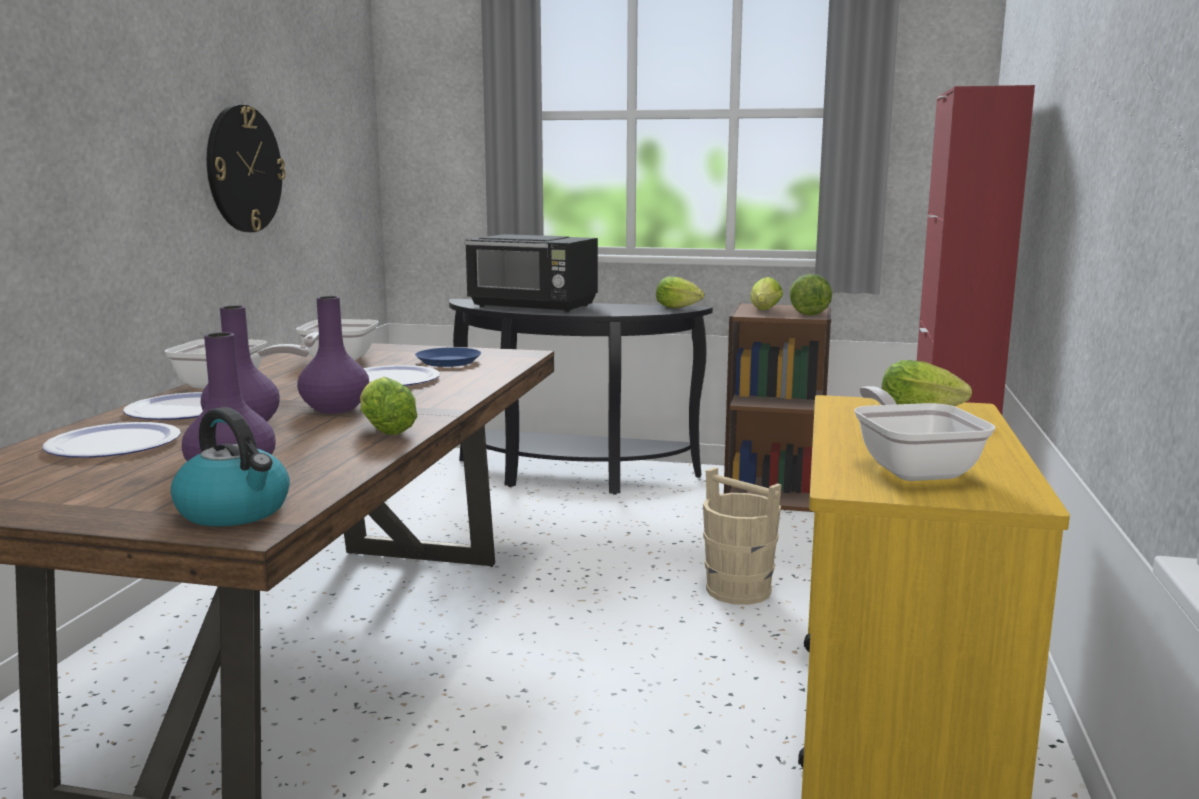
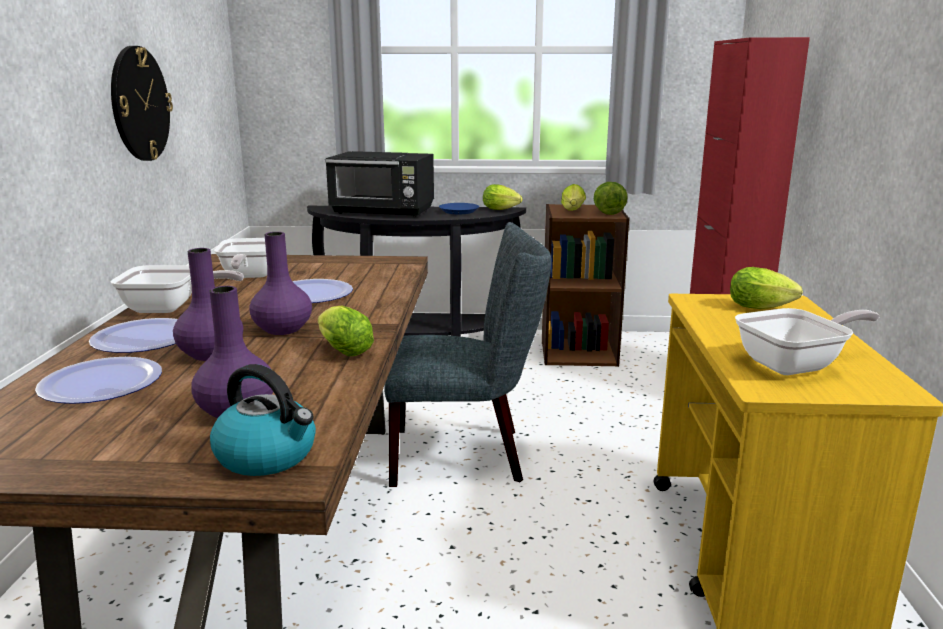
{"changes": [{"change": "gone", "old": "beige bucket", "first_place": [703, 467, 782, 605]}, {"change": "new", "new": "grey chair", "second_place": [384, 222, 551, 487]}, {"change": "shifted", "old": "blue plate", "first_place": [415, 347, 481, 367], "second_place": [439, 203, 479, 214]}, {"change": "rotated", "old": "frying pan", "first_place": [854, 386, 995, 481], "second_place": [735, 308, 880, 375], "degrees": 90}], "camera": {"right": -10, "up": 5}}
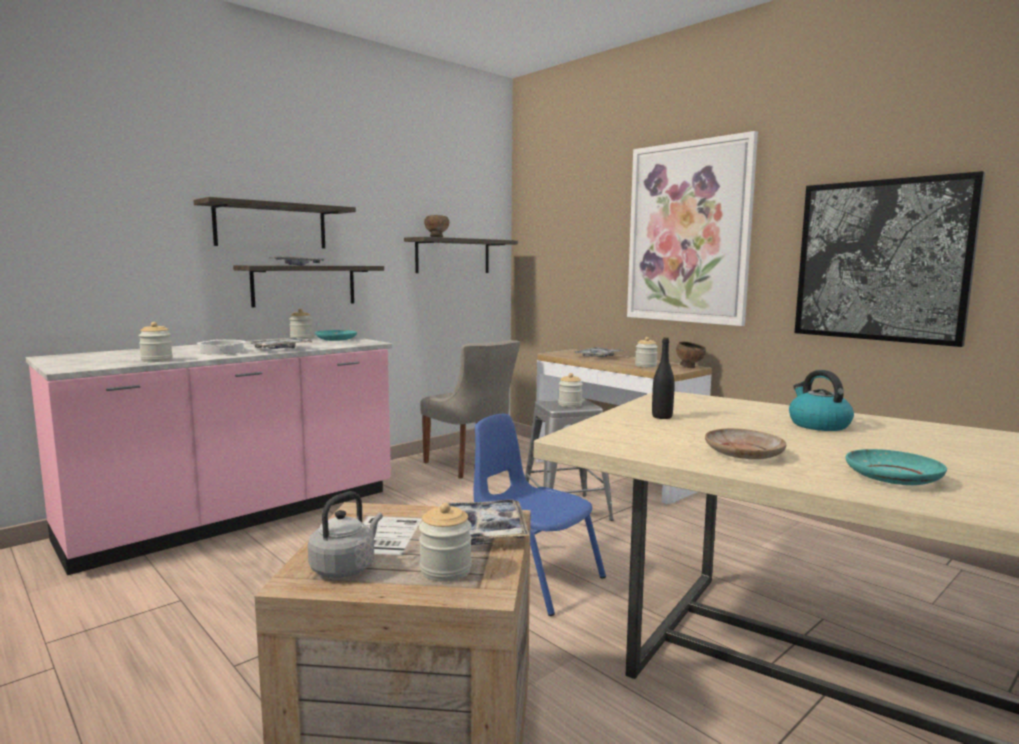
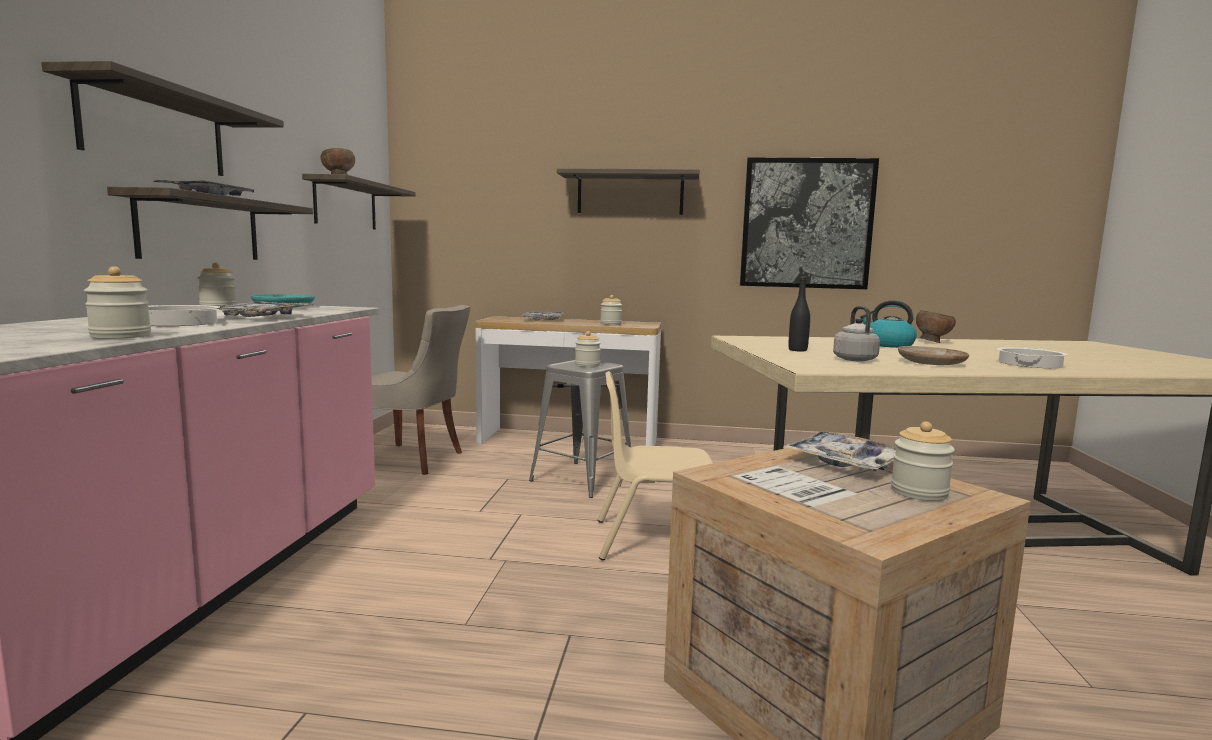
{"changes": [{"change": "shifted", "old": "grey kettle", "first_place": [308, 491, 383, 578], "second_place": [833, 306, 880, 361]}, {"change": "shifted", "old": "brown bowl", "first_place": [676, 342, 706, 368], "second_place": [916, 310, 956, 343]}, {"change": "swapped", "old": "picture", "new": "shelf", "first_place": [627, 131, 758, 326], "second_place": [557, 168, 700, 215]}, {"change": "swapped", "old": "turquoise plate", "new": "cooking pot", "first_place": [846, 449, 947, 485], "second_place": [997, 348, 1068, 368]}, {"change": "repainted", "old": "blue chair", "new": "beige chair", "first_place": [473, 414, 606, 616], "second_place": [598, 371, 713, 560]}], "camera": {"right": -40, "up": 0}}
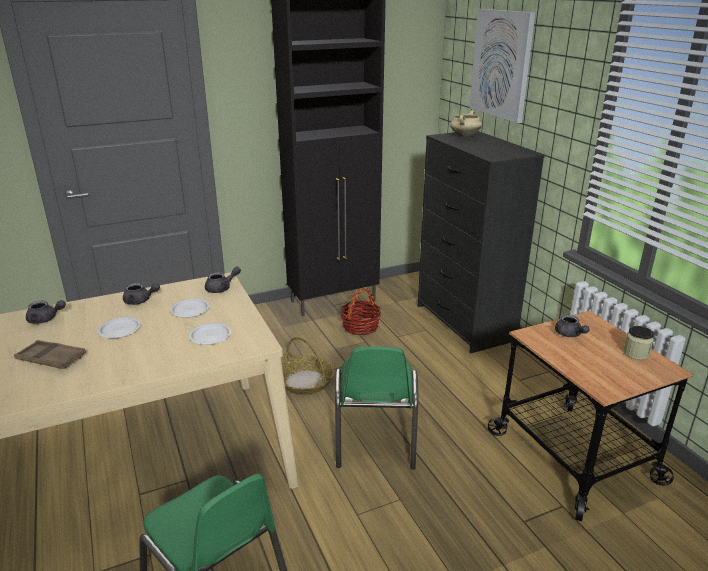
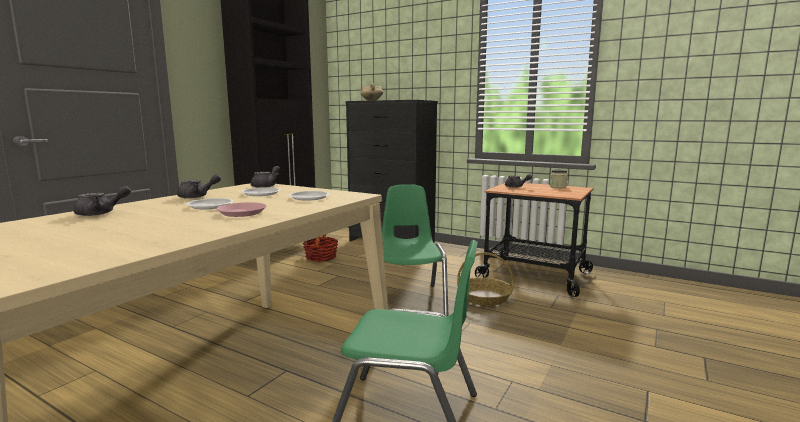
{"changes": [{"change": "gone", "old": "brown tray", "first_place": [14, 340, 86, 369]}, {"change": "gone", "old": "picture", "first_place": [470, 9, 535, 123]}, {"change": "new", "new": "pink plate", "second_place": [217, 202, 266, 217]}, {"change": "shifted", "old": "basket", "first_place": [282, 337, 335, 395], "second_place": [457, 252, 514, 306]}, {"change": "rotated", "old": "green chair", "first_place": [335, 346, 418, 469], "second_place": [382, 184, 448, 316], "degrees": -150}], "camera": {"right": -35, "up": -15}}
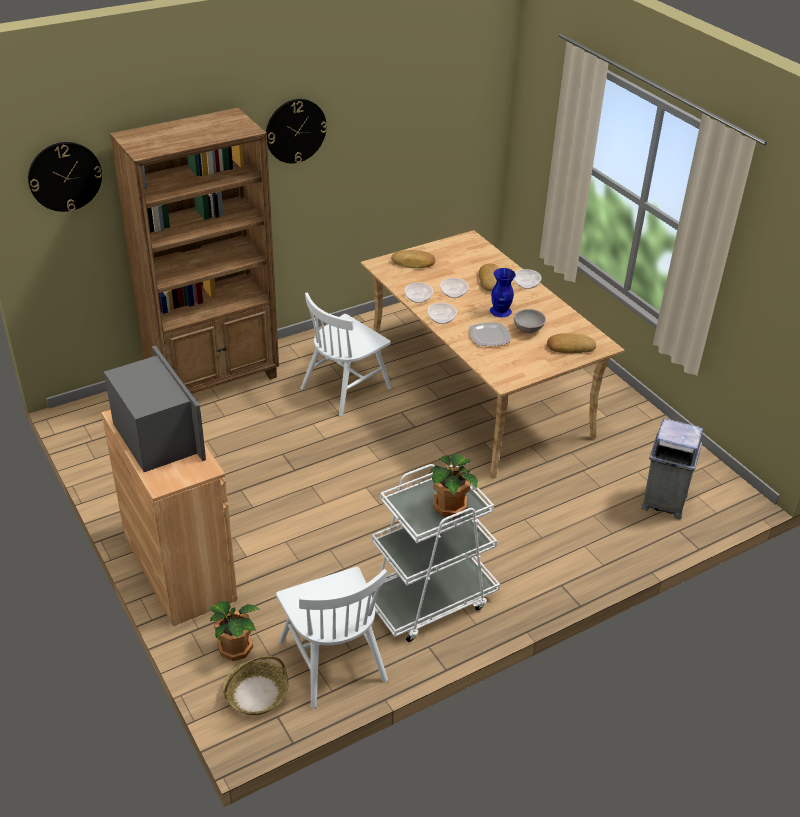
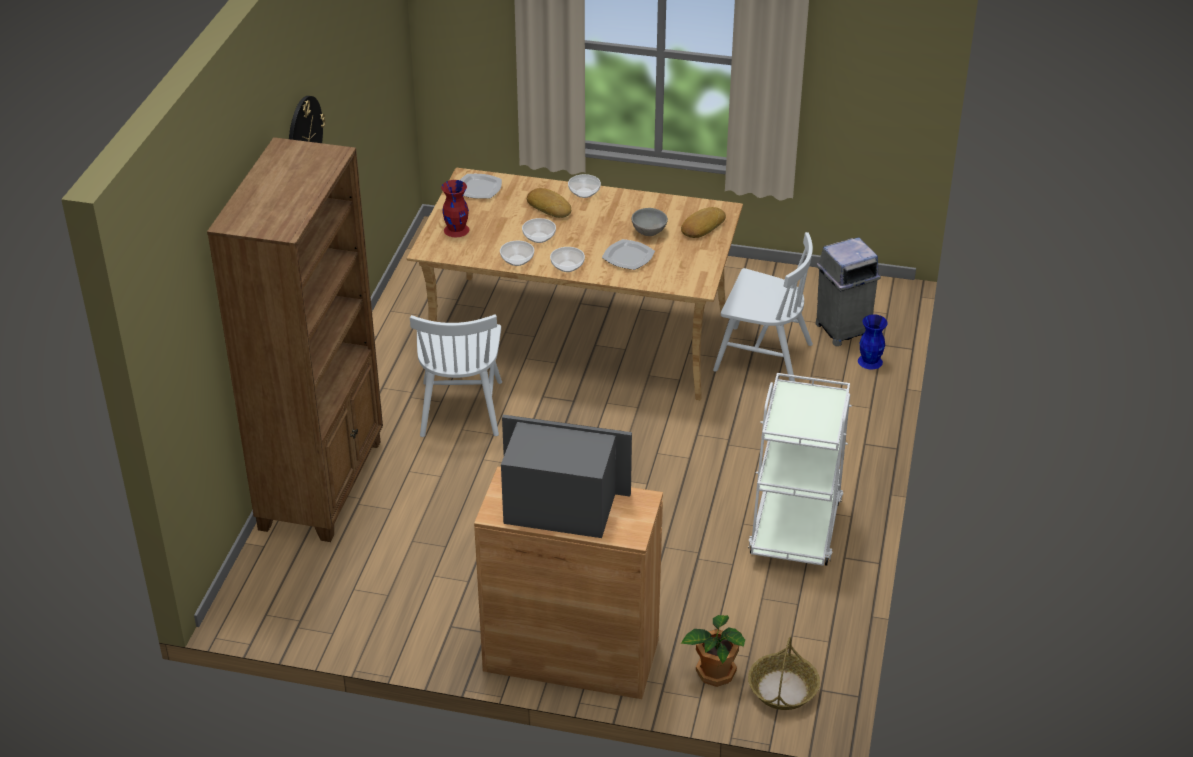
{"changes": [{"change": "gone", "old": "wall clock", "first_place": [28, 142, 102, 212]}, {"change": "gone", "old": "potted plant", "first_place": [429, 454, 478, 518]}, {"change": "new", "new": "plate", "second_place": [460, 174, 502, 199]}, {"change": "shifted", "old": "white chair", "first_place": [276, 567, 388, 708], "second_place": [713, 232, 813, 381]}, {"change": "shifted", "old": "blue vase", "first_place": [490, 268, 516, 317], "second_place": [858, 314, 888, 369]}, {"change": "swapped", "old": "bread", "new": "red vase", "first_place": [391, 250, 436, 268], "second_place": [441, 180, 469, 237]}], "camera": {"right": -45, "up": 0}}
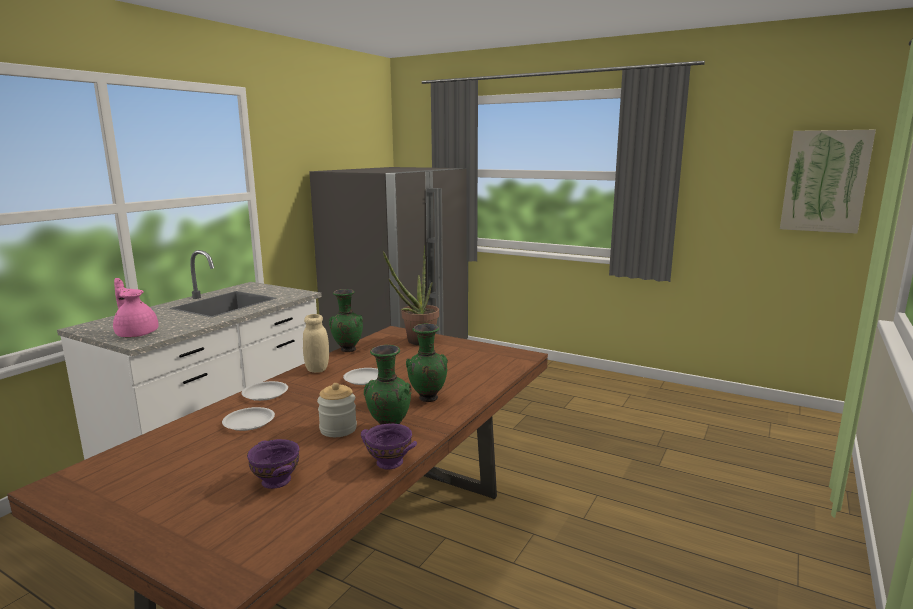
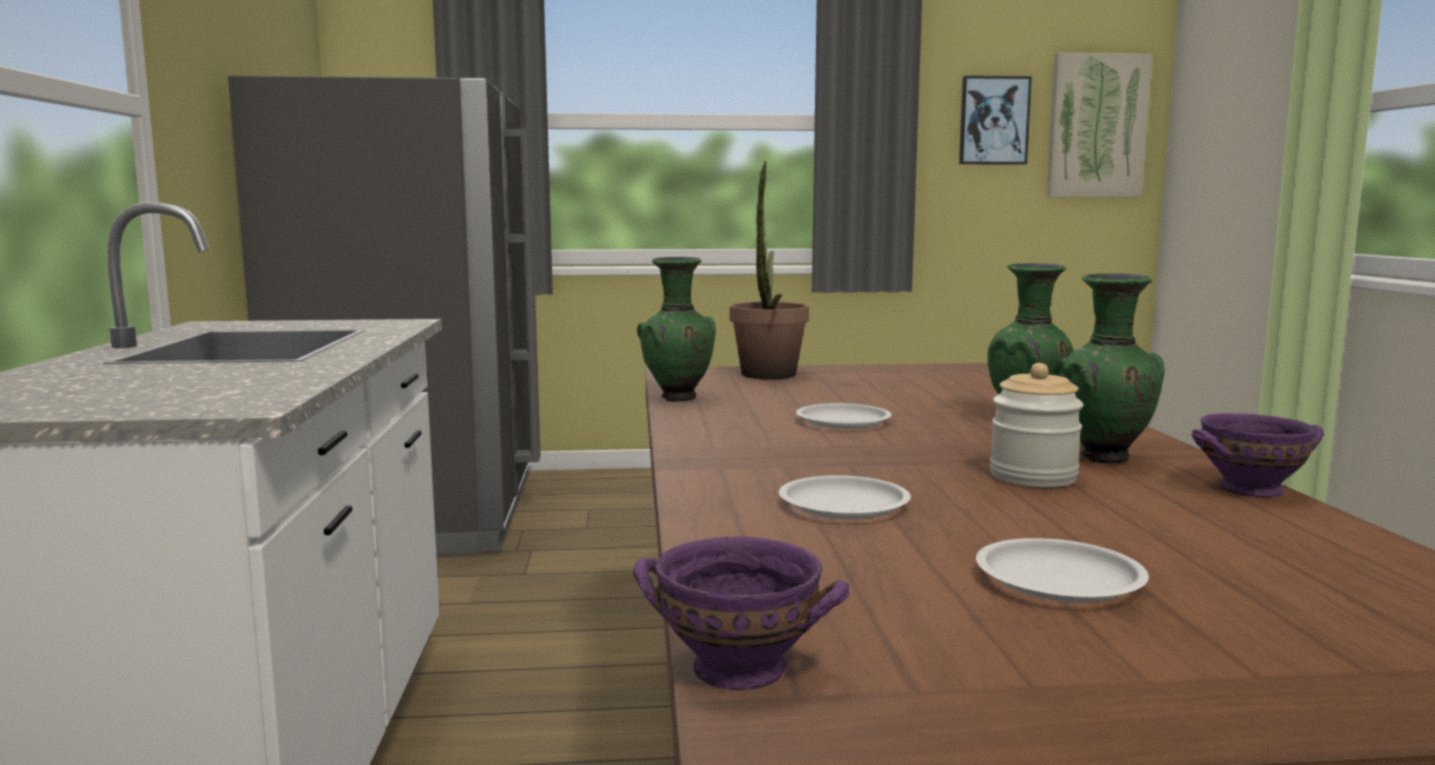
{"changes": [{"change": "gone", "old": "pink teapot", "first_place": [113, 278, 159, 337]}, {"change": "gone", "old": "beige jar", "first_place": [303, 314, 329, 373]}, {"change": "new", "new": "picture", "second_place": [959, 76, 1032, 165]}, {"change": "shifted", "old": "white plate", "first_place": [241, 381, 288, 401], "second_place": [976, 538, 1149, 603]}, {"change": "shifted", "old": "purple bowl", "first_place": [247, 439, 299, 489], "second_place": [633, 537, 849, 690]}], "camera": {"right": -35, "up": -5}}
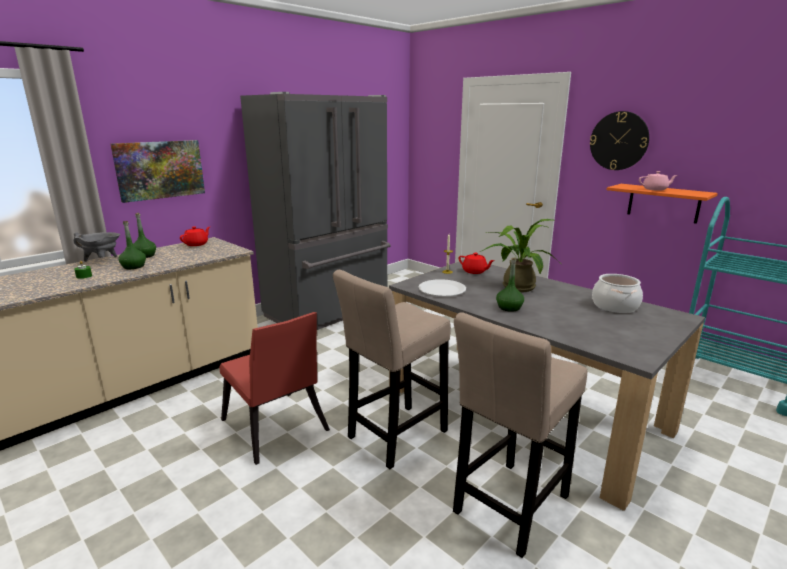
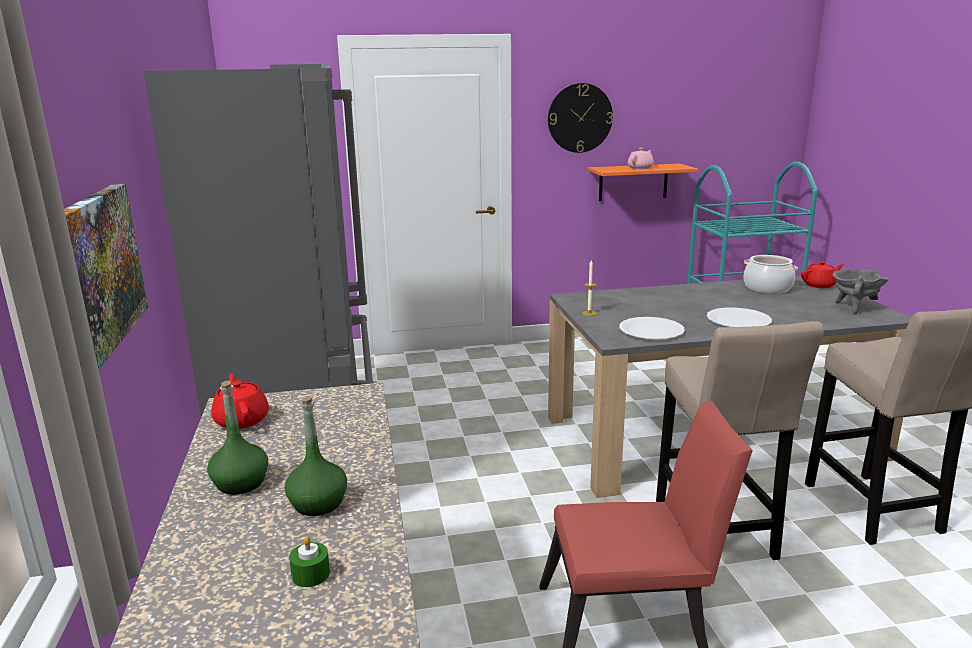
{"changes": [{"change": "gone", "old": "potted plant", "first_place": [480, 219, 560, 292]}, {"change": "shifted", "old": "grey cooking pot", "first_place": [73, 232, 120, 262], "second_place": [832, 269, 889, 315]}, {"change": "shifted", "old": "red teapot", "first_place": [459, 253, 495, 274], "second_place": [801, 261, 844, 288]}, {"change": "swapped", "old": "green bottle", "new": "white plate", "first_place": [496, 258, 524, 312], "second_place": [707, 307, 772, 327]}], "camera": {"right": -55, "up": 0}}
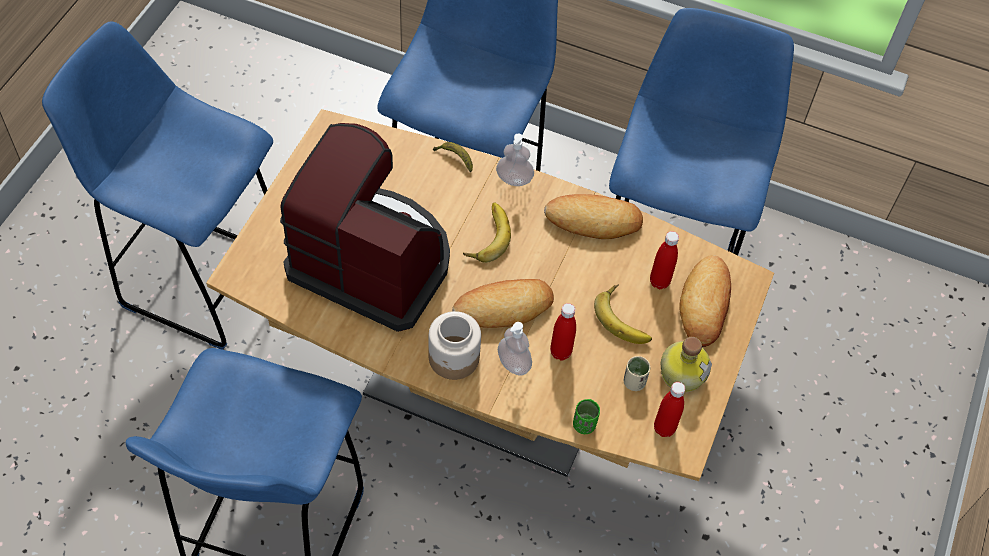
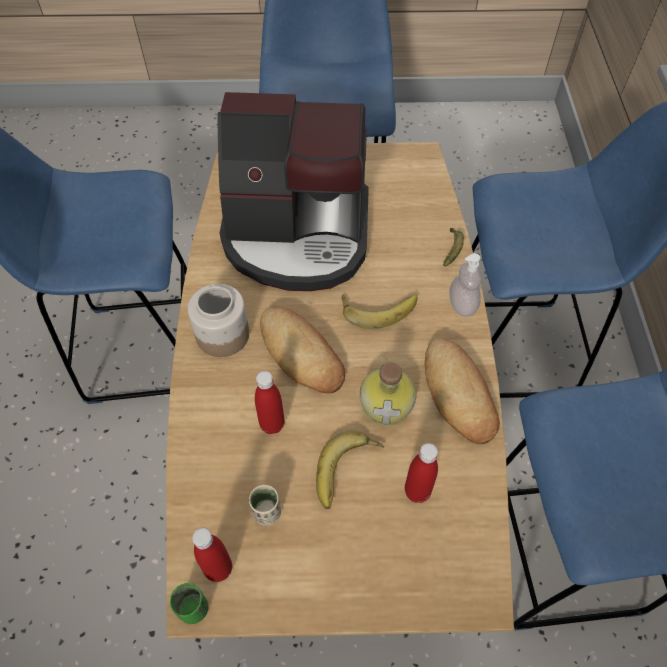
{"changes": [{"change": "gone", "old": "soap dispenser", "first_place": [498, 322, 532, 376]}, {"change": "gone", "old": "bread", "first_place": [679, 255, 731, 347]}, {"change": "shifted", "old": "green cup", "first_place": [573, 399, 600, 434], "second_place": [170, 583, 208, 624]}, {"change": "shifted", "old": "bottle", "first_place": [661, 337, 712, 392], "second_place": [360, 362, 416, 426]}, {"change": "rotated", "old": "coffee machine", "first_place": [280, 123, 450, 332], "second_place": [217, 92, 369, 291], "degrees": 90}], "camera": {"right": 70, "up": 0}}
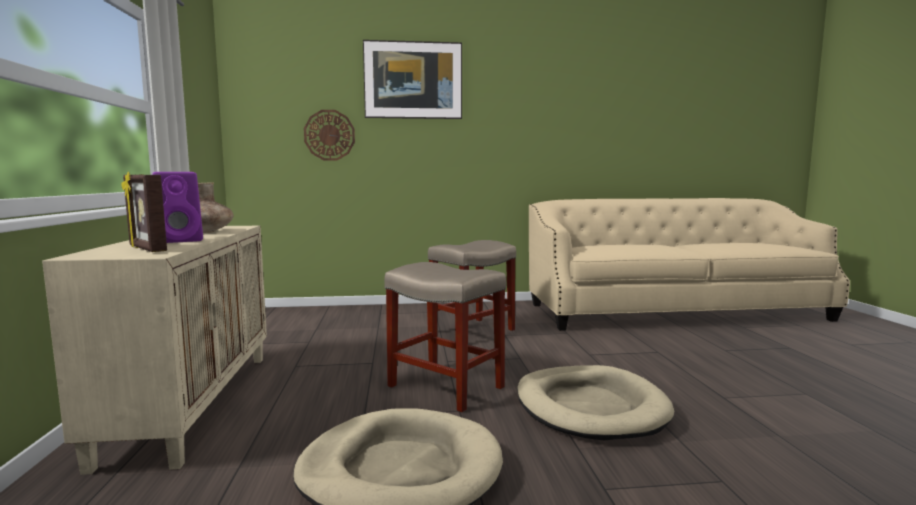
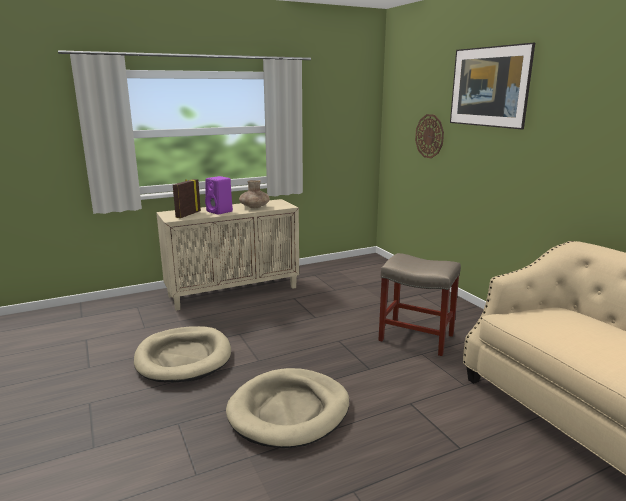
{"changes": [{"change": "gone", "old": "beige stool", "first_place": [384, 262, 506, 412]}], "camera": {"right": 70, "up": 10}}
